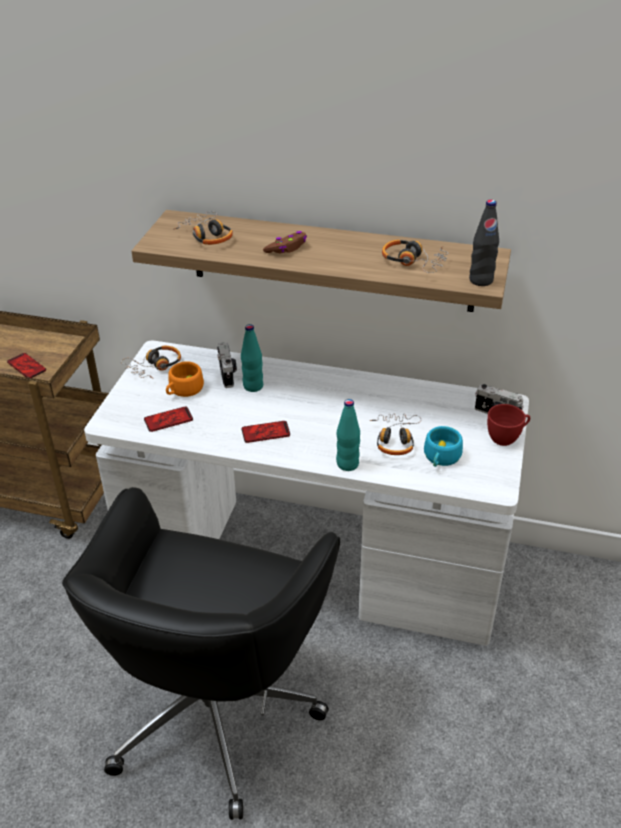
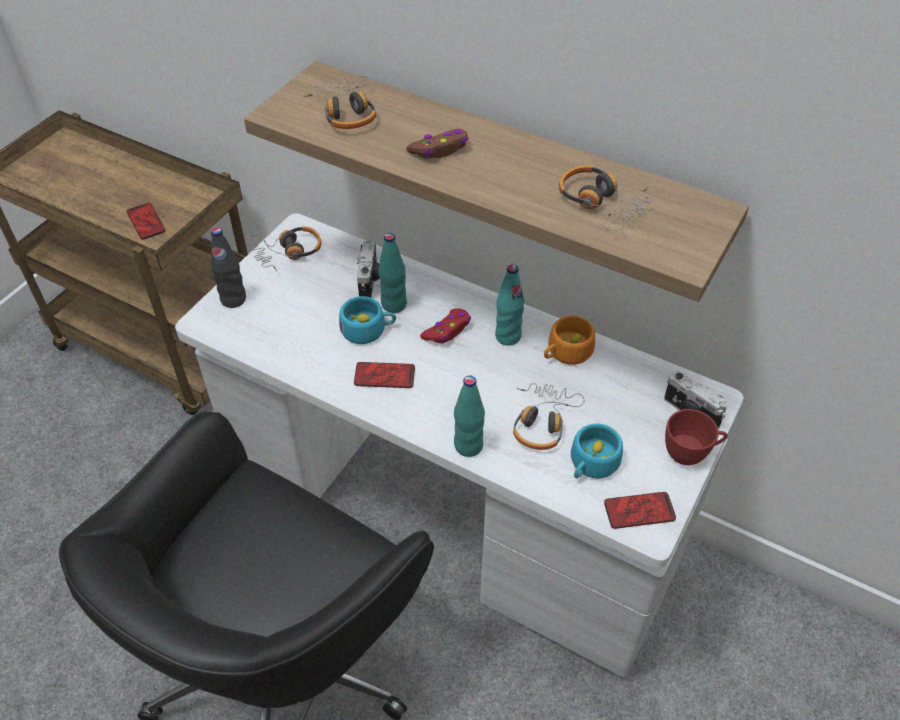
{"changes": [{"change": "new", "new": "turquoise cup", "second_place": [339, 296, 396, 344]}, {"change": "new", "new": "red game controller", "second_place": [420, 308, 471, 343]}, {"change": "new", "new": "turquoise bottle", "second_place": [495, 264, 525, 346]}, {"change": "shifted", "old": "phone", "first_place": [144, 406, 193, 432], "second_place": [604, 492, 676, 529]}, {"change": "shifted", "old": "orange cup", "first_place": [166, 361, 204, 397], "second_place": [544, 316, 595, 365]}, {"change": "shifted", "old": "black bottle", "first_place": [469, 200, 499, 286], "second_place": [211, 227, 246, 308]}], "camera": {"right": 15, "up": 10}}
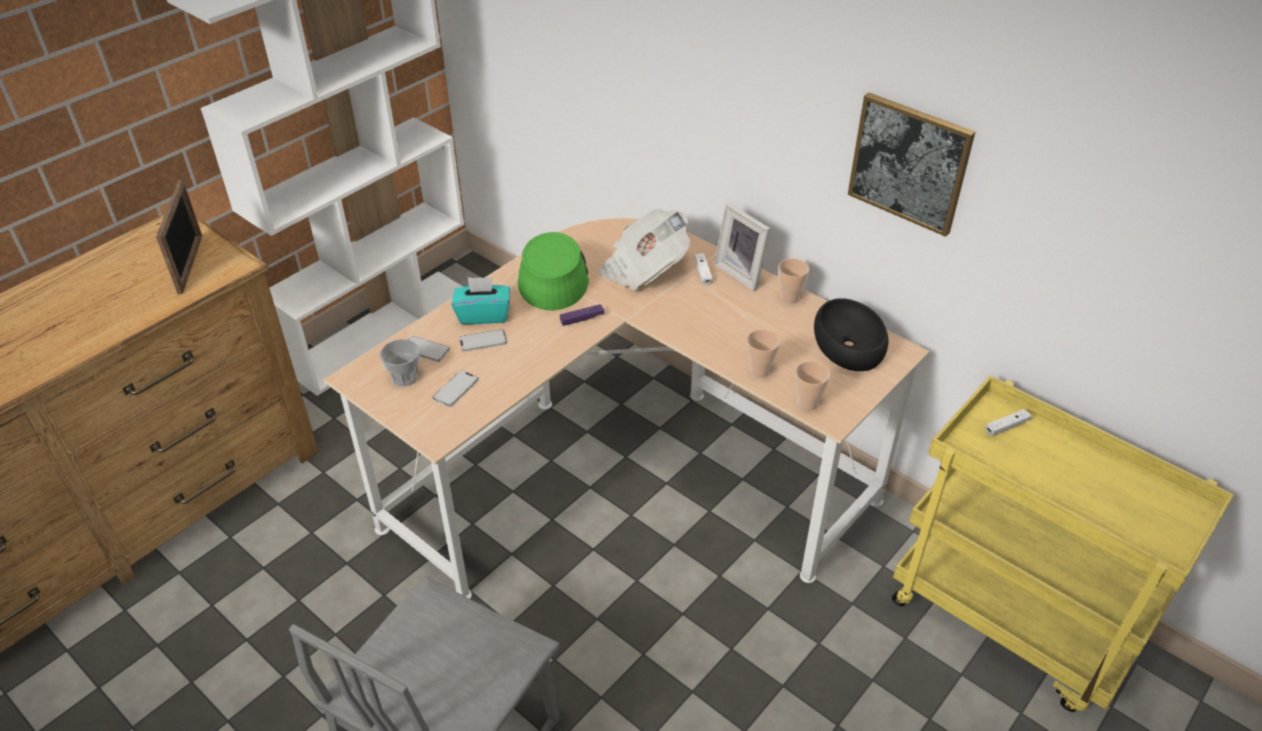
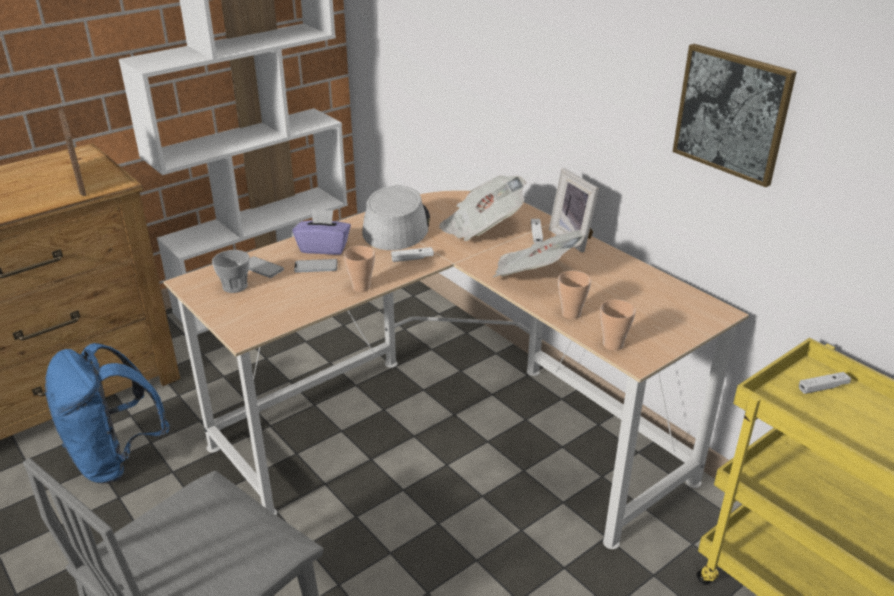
{"changes": [{"change": "gone", "old": "phone", "first_place": [433, 370, 478, 407]}, {"change": "gone", "old": "black bowl", "first_place": [814, 298, 888, 371]}, {"change": "new", "new": "blue backpack", "second_place": [45, 343, 169, 483]}, {"change": "new", "new": "newspaper", "second_place": [493, 230, 584, 277]}, {"change": "shifted", "old": "cup", "first_place": [778, 258, 809, 304], "second_place": [343, 246, 375, 292]}, {"change": "repainted", "old": "turquoise tissue box", "new": "purple tissue box", "first_place": [452, 277, 510, 325], "second_place": [293, 209, 351, 255]}, {"change": "repainted", "old": "green hat", "new": "grey hat", "first_place": [517, 232, 589, 311], "second_place": [362, 186, 430, 250]}, {"change": "repainted", "old": "purple game controller", "new": "white game controller", "first_place": [560, 304, 604, 326], "second_place": [391, 247, 434, 262]}, {"change": "rotated", "old": "picture frame", "first_place": [156, 180, 202, 294], "second_place": [58, 108, 87, 196], "degrees": 150}], "camera": {"right": 10, "up": -10}}
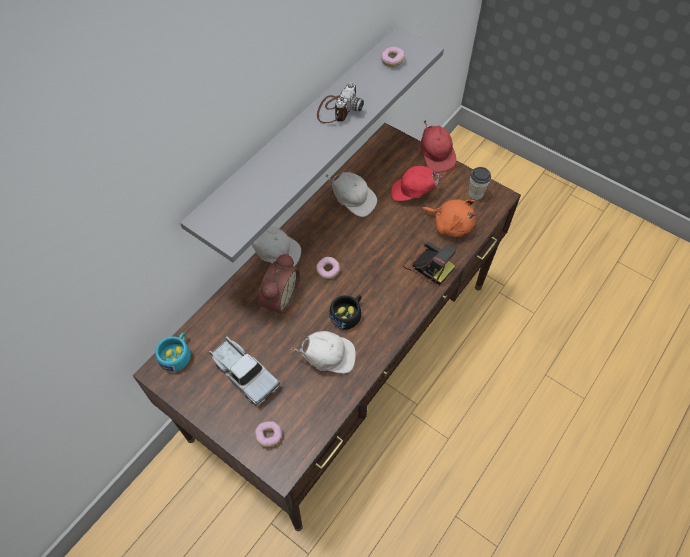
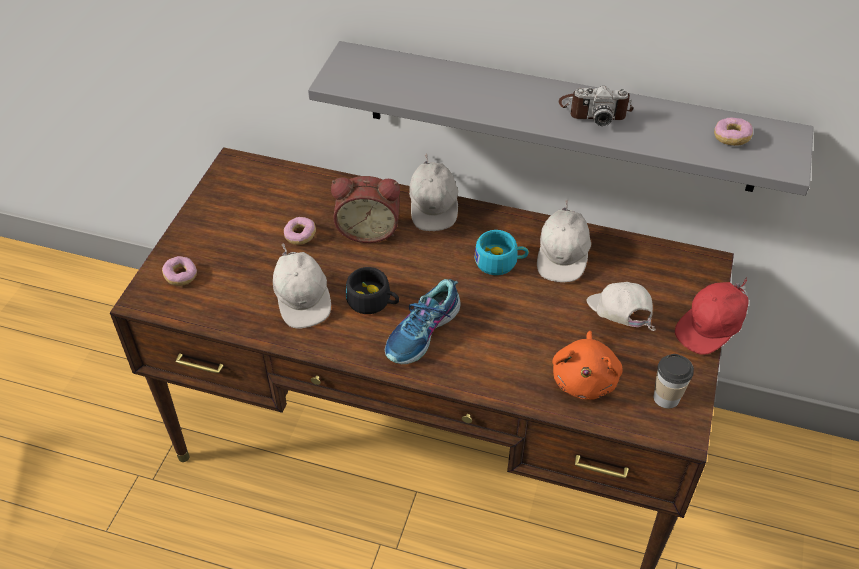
{"changes": [{"change": "gone", "old": "toy truck", "first_place": [209, 336, 280, 406]}, {"change": "gone", "old": "photo camera", "first_place": [403, 240, 456, 285]}, {"change": "new", "new": "shoe", "second_place": [385, 279, 461, 364]}, {"change": "shifted", "old": "turquoise cup", "first_place": [155, 332, 191, 372], "second_place": [474, 230, 529, 275]}, {"change": "shifted", "old": "donut", "first_place": [316, 257, 340, 279], "second_place": [284, 217, 316, 245]}, {"change": "repainted", "old": "red cap", "new": "white cap", "first_place": [391, 166, 446, 201], "second_place": [586, 282, 656, 331]}], "camera": {"right": 70, "up": -10}}
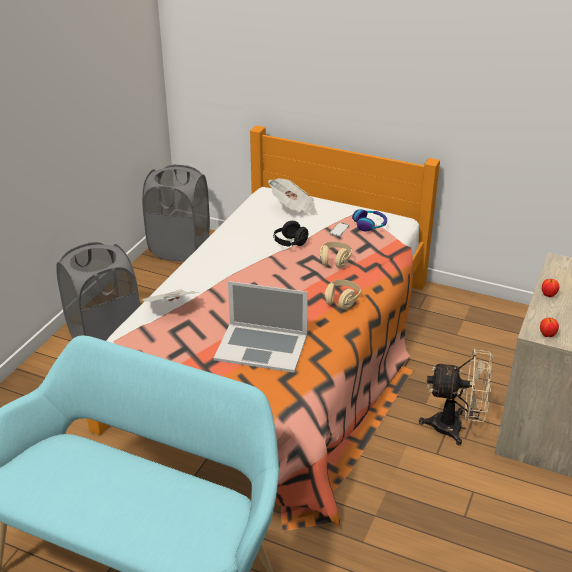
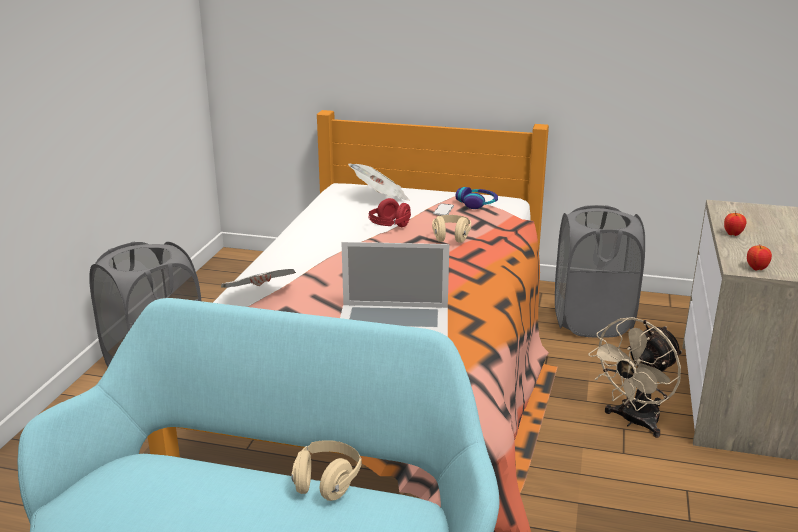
{"changes": [{"change": "shifted", "old": "grey laundry basket", "first_place": [142, 164, 210, 261], "second_place": [555, 205, 645, 338]}, {"change": "shifted", "old": "beige headphones", "first_place": [324, 280, 361, 310], "second_place": [291, 440, 362, 501]}, {"change": "repainted", "old": "black headphones", "new": "red headphones", "first_place": [273, 221, 308, 247], "second_place": [368, 198, 411, 227]}, {"change": "rotated", "old": "beige fan", "first_place": [419, 348, 493, 445], "second_place": [588, 317, 682, 438], "degrees": 135}], "camera": {"right": -10, "up": -10}}
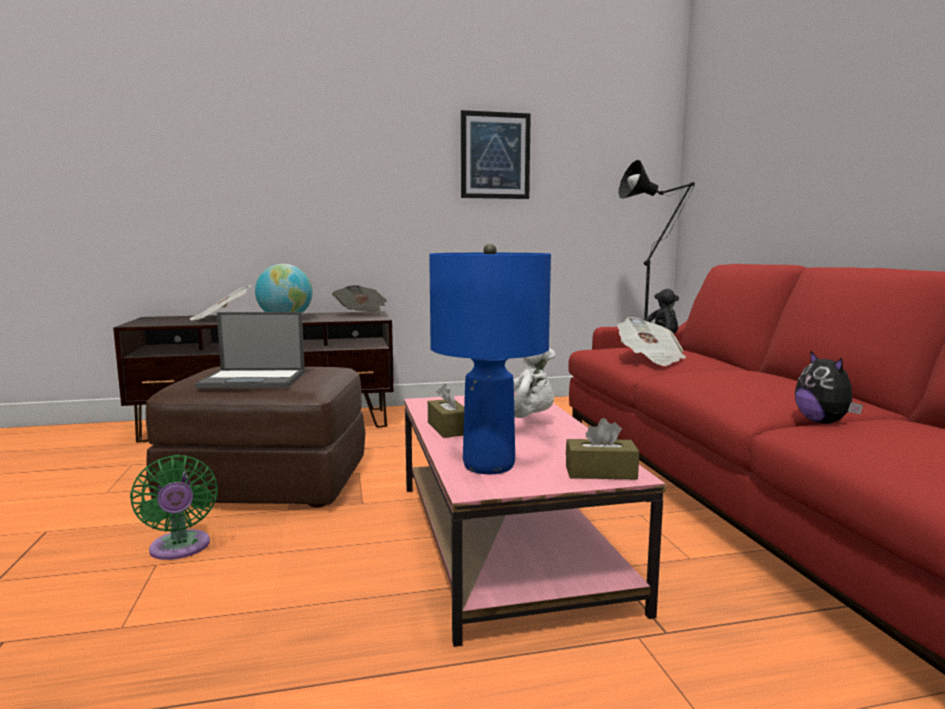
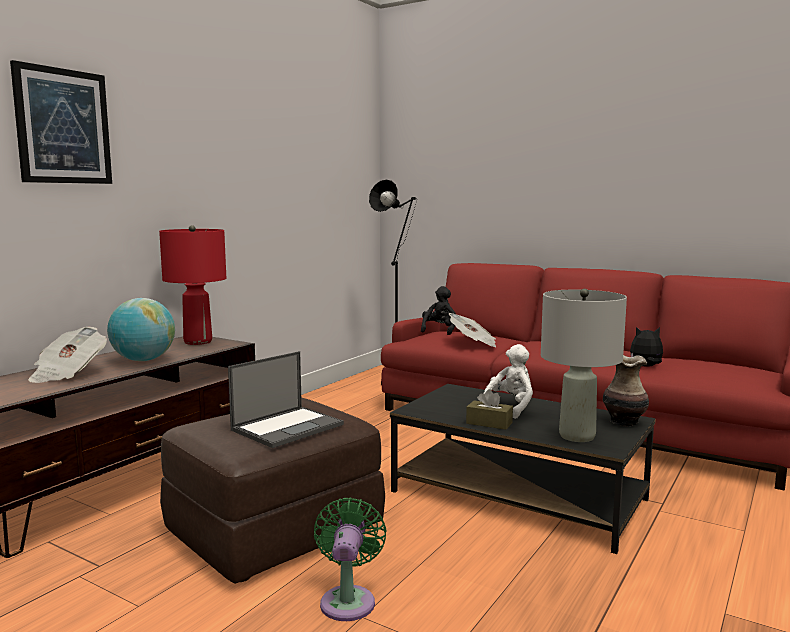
{"changes": [{"change": "shifted", "old": "picture", "first_place": [461, 110, 531, 199], "second_place": [10, 60, 112, 184]}, {"change": "swapped", "old": "newspaper", "new": "red table lamp", "first_place": [332, 285, 387, 312], "second_place": [159, 225, 226, 345]}, {"change": "swapped", "old": "brown tissue box", "new": "vase", "first_place": [566, 418, 639, 479], "second_place": [603, 355, 649, 426]}, {"change": "repainted", "old": "pink coffee table", "new": "black coffee table", "first_place": [404, 393, 666, 647], "second_place": [390, 384, 655, 554]}, {"change": "repainted", "old": "blue table lamp", "new": "grey table lamp", "first_place": [429, 244, 551, 474], "second_place": [541, 289, 627, 442]}, {"change": "rotated", "old": "green fan", "first_place": [130, 455, 218, 560], "second_place": [314, 497, 387, 621], "degrees": -105}, {"change": "rotated", "old": "plush toy", "first_place": [795, 350, 863, 424], "second_place": [630, 327, 663, 367], "degrees": 150}], "camera": {"right": -45, "up": 0}}
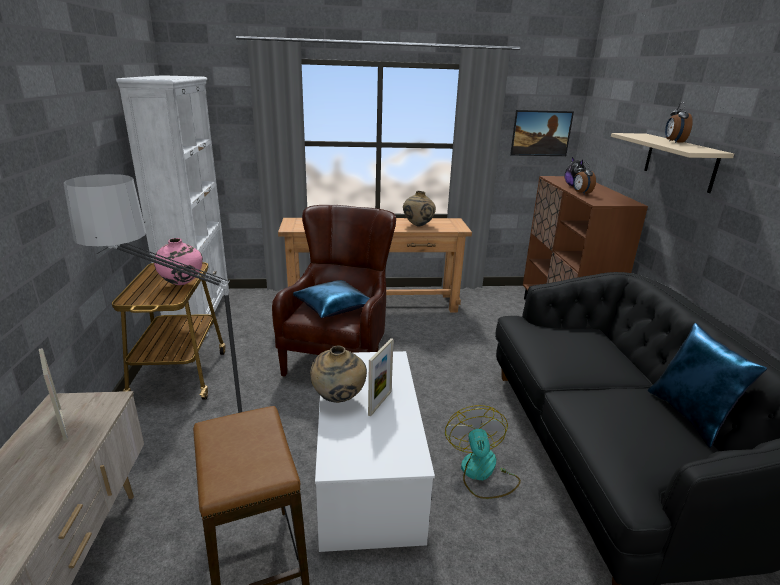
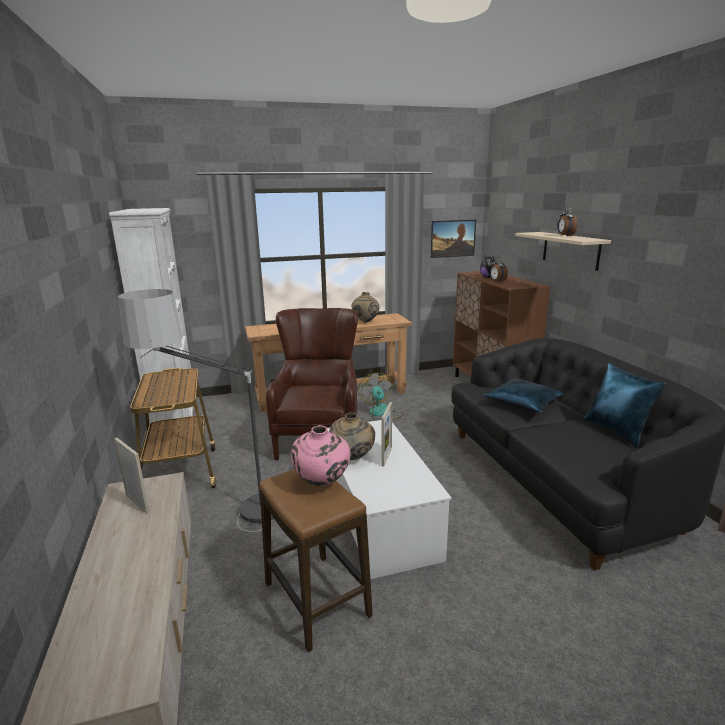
{"changes": [{"change": "shifted", "old": "pink vase", "first_place": [154, 238, 203, 285], "second_place": [291, 425, 350, 486]}, {"change": "shifted", "old": "blue pillow", "first_place": [293, 280, 370, 318], "second_place": [483, 379, 564, 413]}, {"change": "shifted", "old": "fan", "first_place": [445, 405, 521, 499], "second_place": [358, 373, 403, 421]}], "camera": {"right": -10, "up": -5}}
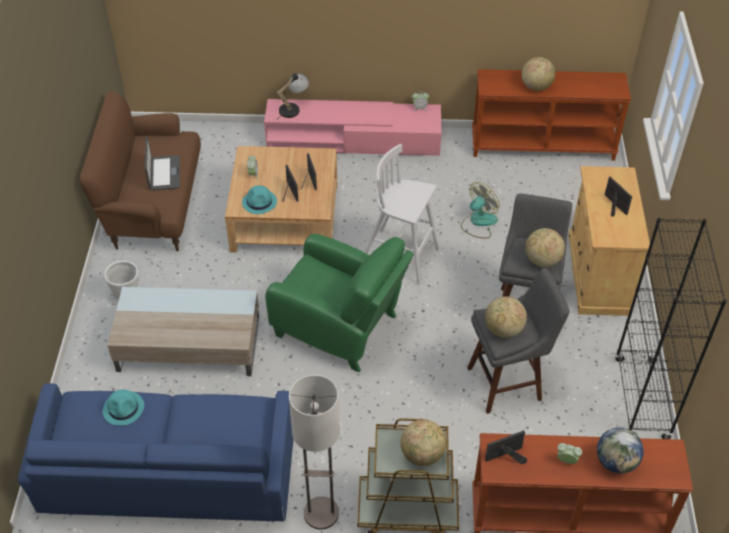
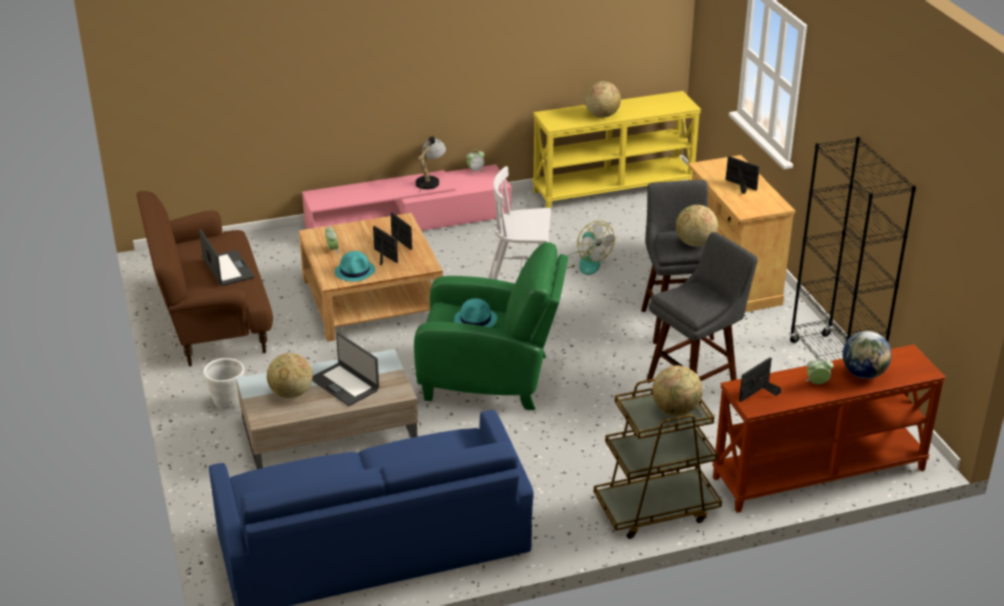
{"changes": [{"change": "gone", "old": "floor lamp", "first_place": [289, 374, 340, 530]}, {"change": "new", "new": "laptop", "second_place": [312, 332, 379, 406]}, {"change": "shifted", "old": "turquoise hat", "first_place": [103, 389, 144, 426], "second_place": [454, 298, 497, 328]}, {"change": "shifted", "old": "table lamp", "first_place": [276, 73, 309, 120], "second_place": [416, 136, 446, 193]}, {"change": "shifted", "old": "globe", "first_place": [485, 296, 527, 338], "second_place": [267, 353, 313, 398]}, {"change": "repainted", "old": "brown console table", "new": "yellow console table", "first_place": [472, 69, 631, 161], "second_place": [532, 91, 701, 209]}, {"change": "rotated", "old": "fan", "first_place": [461, 182, 500, 238], "second_place": [567, 221, 615, 275], "degrees": 120}], "camera": {"right": -20, "up": -15}}
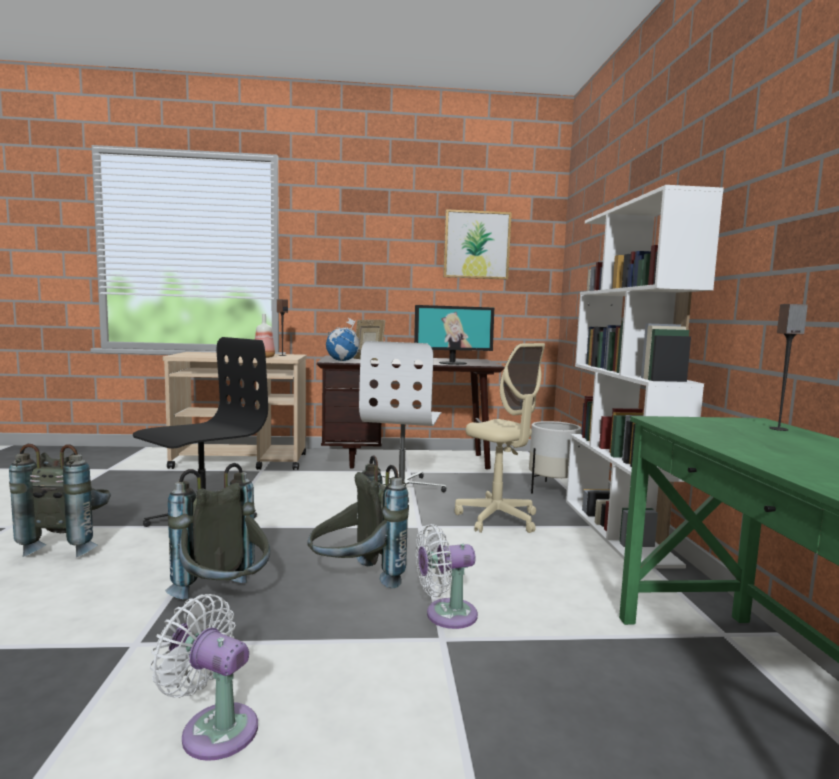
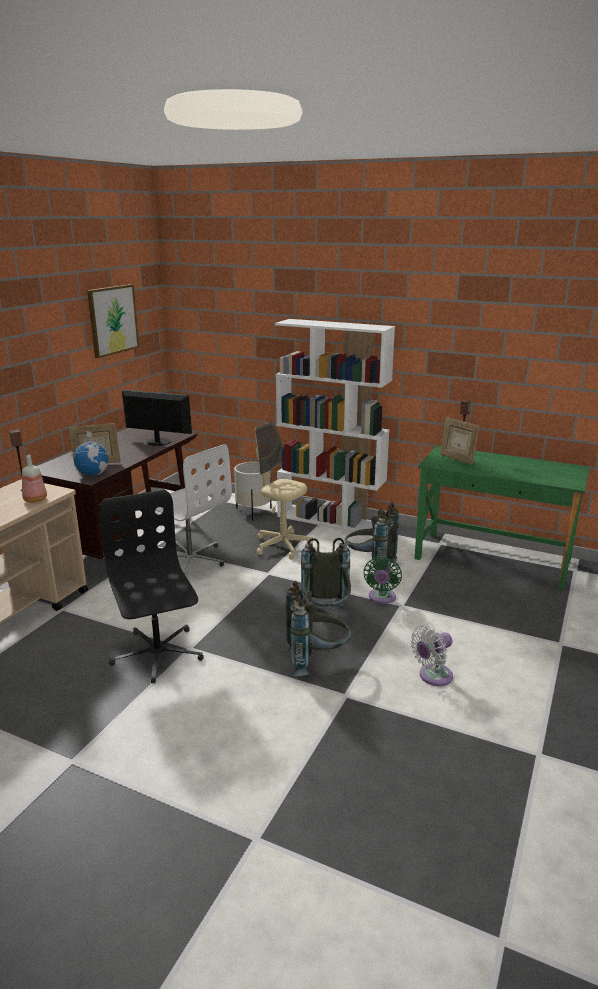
{"changes": [{"change": "new", "new": "picture frame", "second_place": [440, 417, 479, 465]}, {"change": "shifted", "old": "grey backpack", "first_place": [9, 444, 111, 557], "second_place": [344, 503, 399, 573]}, {"change": "repainted", "old": "white fan", "new": "green fan", "first_place": [415, 524, 478, 629], "second_place": [364, 556, 402, 604]}, {"change": "rotated", "old": "monitor", "first_place": [414, 305, 494, 365], "second_place": [122, 390, 192, 446], "degrees": -90}, {"change": "rotated", "old": "beige office chair", "first_place": [455, 343, 545, 533], "second_place": [255, 422, 313, 560], "degrees": -135}], "camera": {"right": -60, "up": 15}}
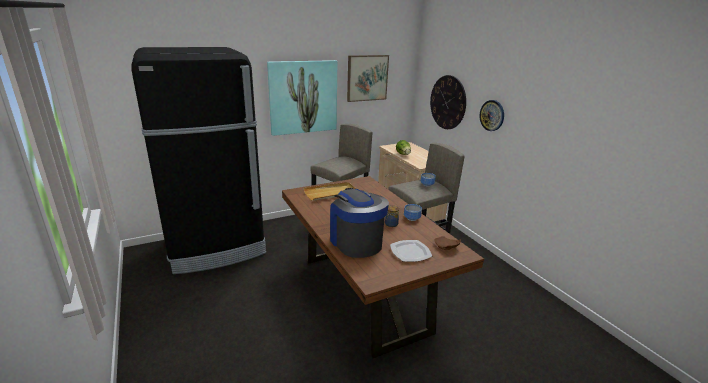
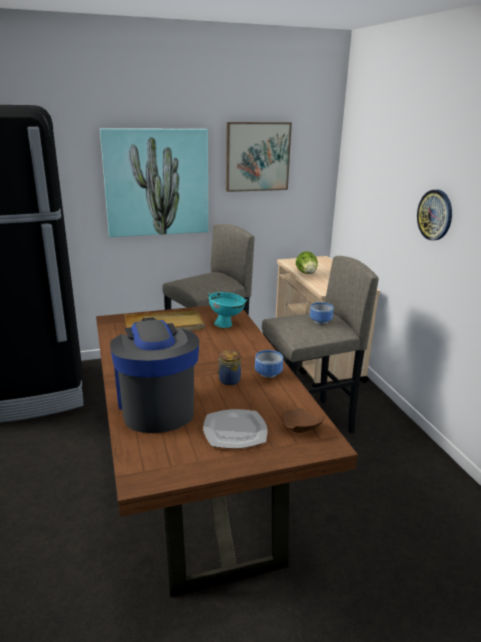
{"changes": [{"change": "gone", "old": "wall clock", "first_place": [430, 75, 466, 129]}, {"change": "new", "new": "turquoise bowl", "second_place": [208, 292, 248, 328]}], "camera": {"right": 10, "up": 0}}
